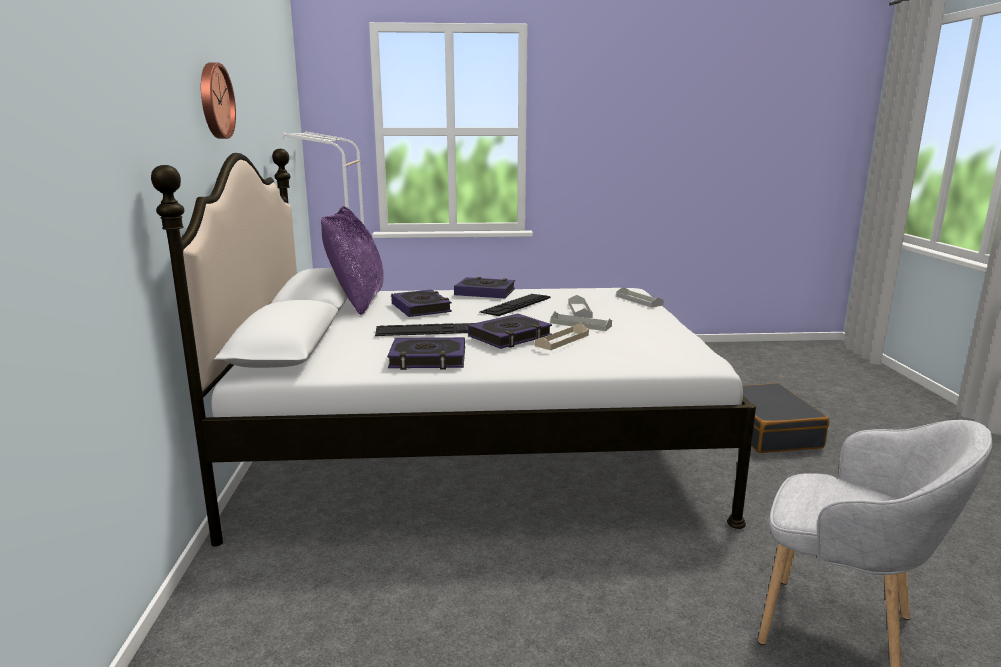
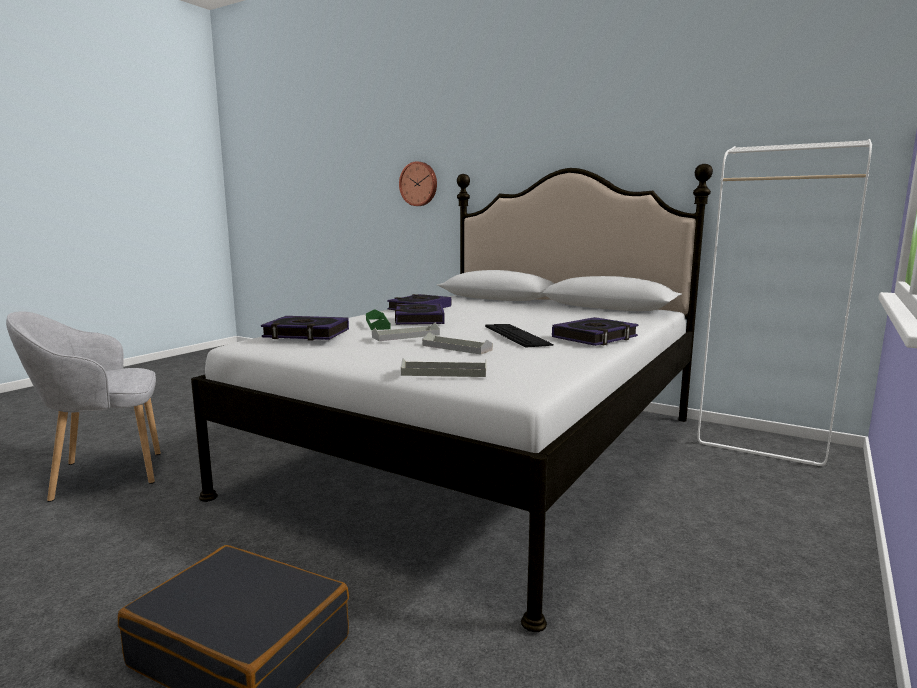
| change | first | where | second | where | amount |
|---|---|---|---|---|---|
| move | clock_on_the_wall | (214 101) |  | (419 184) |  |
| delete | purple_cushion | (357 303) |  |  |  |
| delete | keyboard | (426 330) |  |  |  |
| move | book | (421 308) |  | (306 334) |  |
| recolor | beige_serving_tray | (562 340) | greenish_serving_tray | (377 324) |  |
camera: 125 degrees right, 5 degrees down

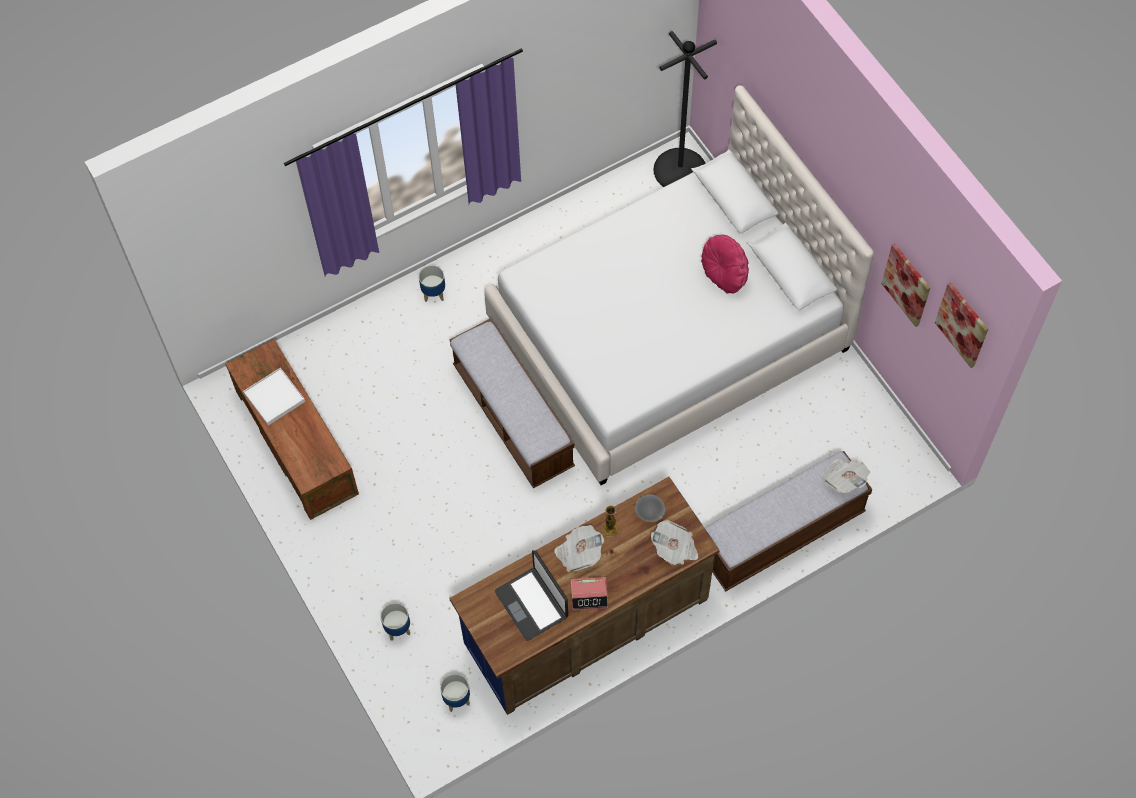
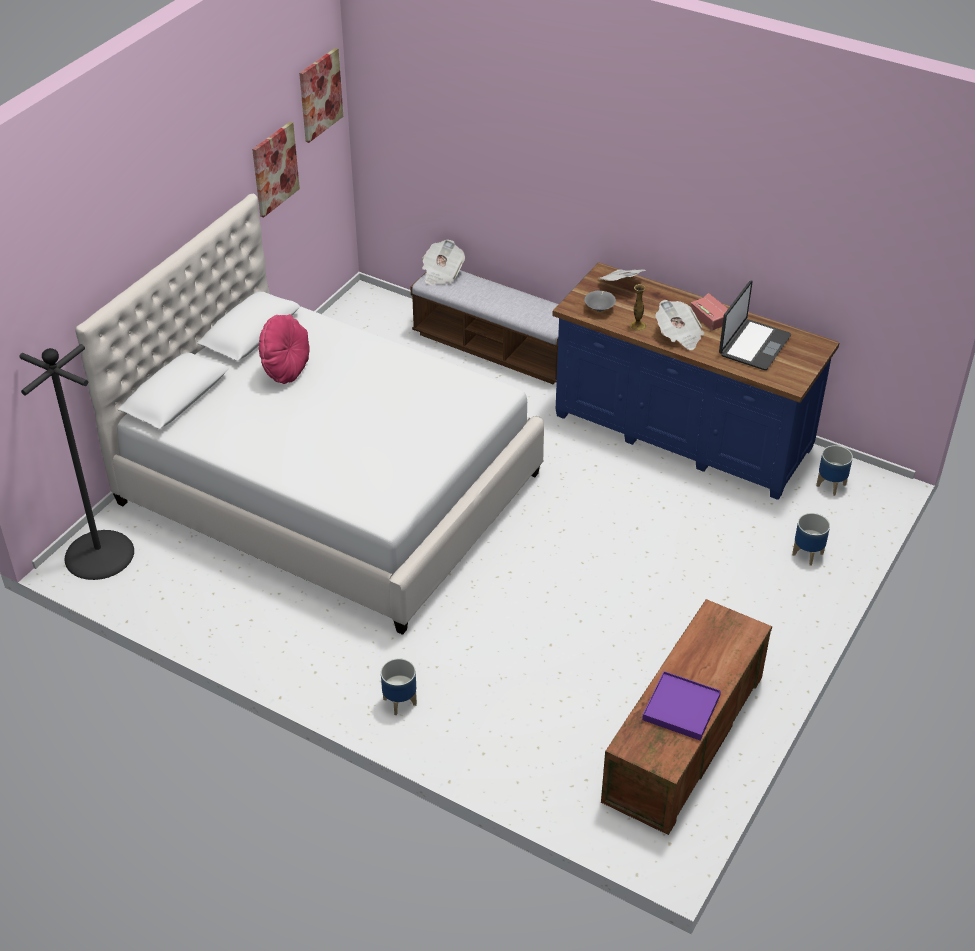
| change | first | where | second | where | amount |
|---|---|---|---|---|---|
| recolor | whitish_serving_tray | (274 398) | purple_serving_tray | (681 708) |  |
| delete | long_seat | (513 417) |  |  |  |
camera: 120 degrees left, 20 degrees down

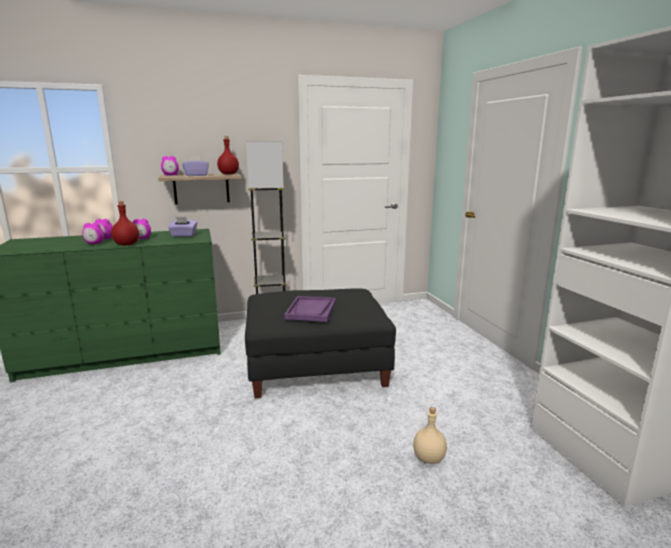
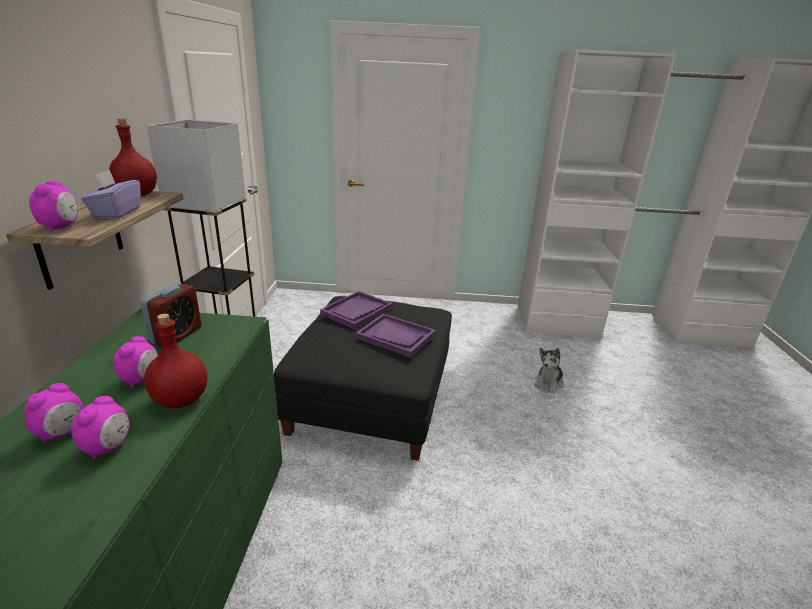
| change | first | where | second | where | amount |
|---|---|---|---|---|---|
| replace | purple_tissue_box | (183 235) | bedside_clock | (176 335) |  |
| replace | beige_bottle | (429 458) | soft_toy | (548 383) |  |
| insert |  |  | purple_serving_tray | (356 311) |  |
camera: 70 degrees left, 10 degrees up

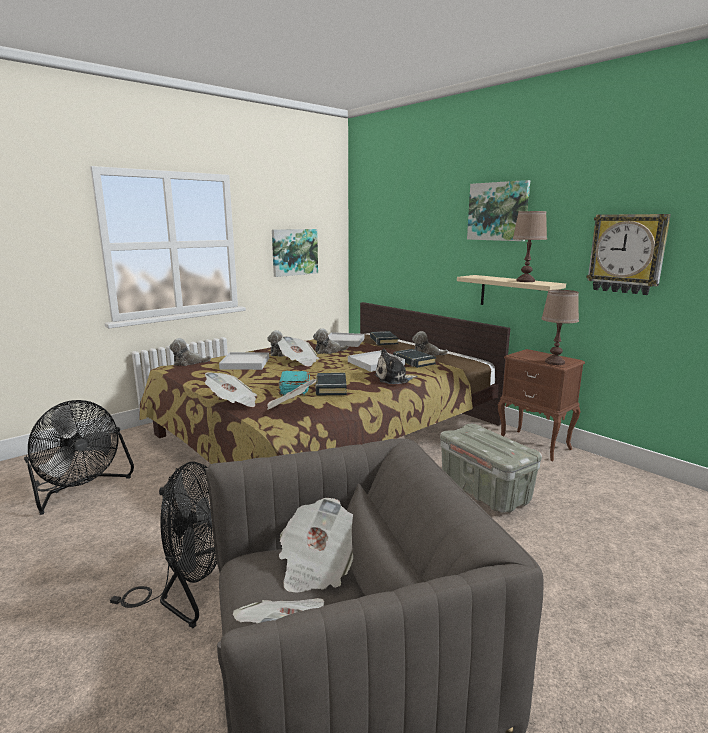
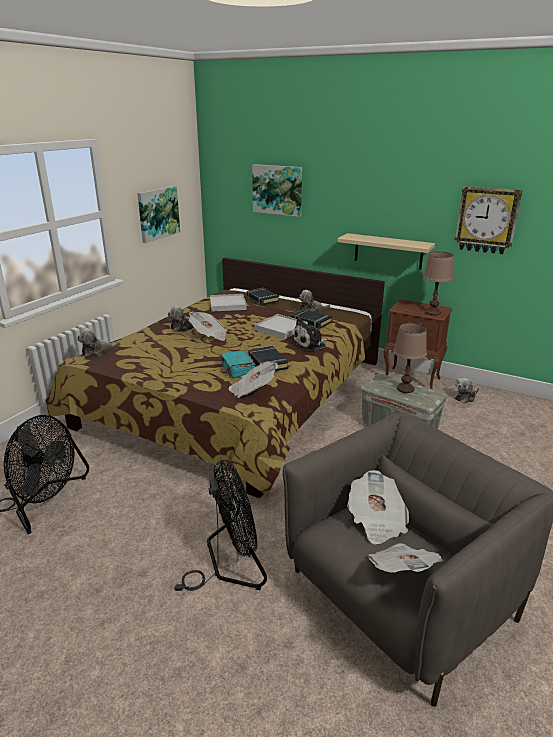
| change | first | where | second | where | amount |
|---|---|---|---|---|---|
| delete | daily_paper | (233 402) |  |  |  |
| delete | whitish_serving_tray | (245 363) |  |  |  |
| move | soft_toy | (328 351) |  | (465 397) |  |
| move | wall_picture | (498 211) |  | (277 190) |  |
| move | brown_lamp_for_a_table | (525 281) |  | (405 389) |  |
camera: 20 degrees left, 10 degrees up

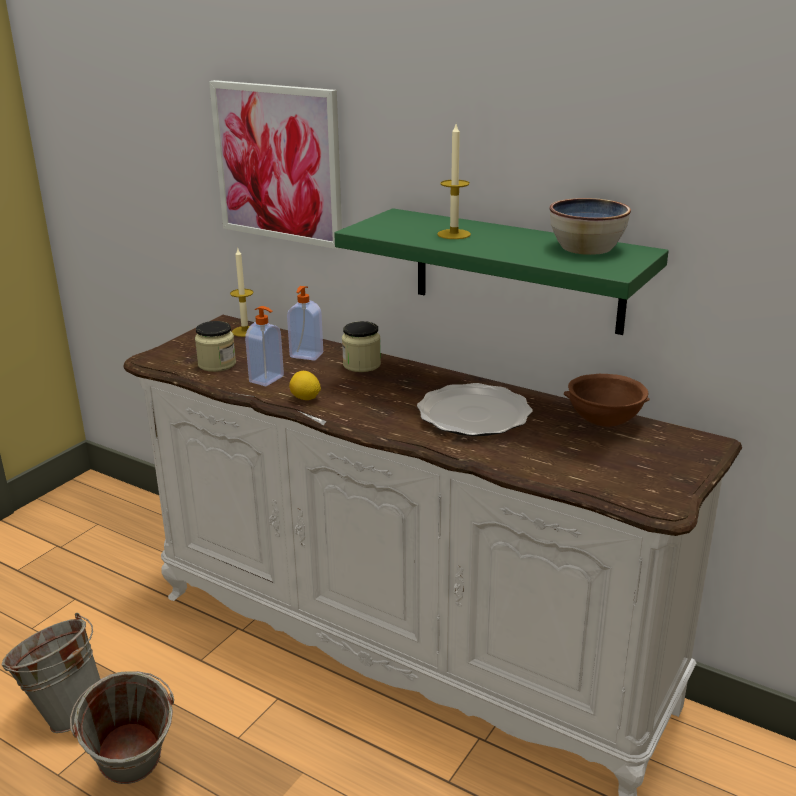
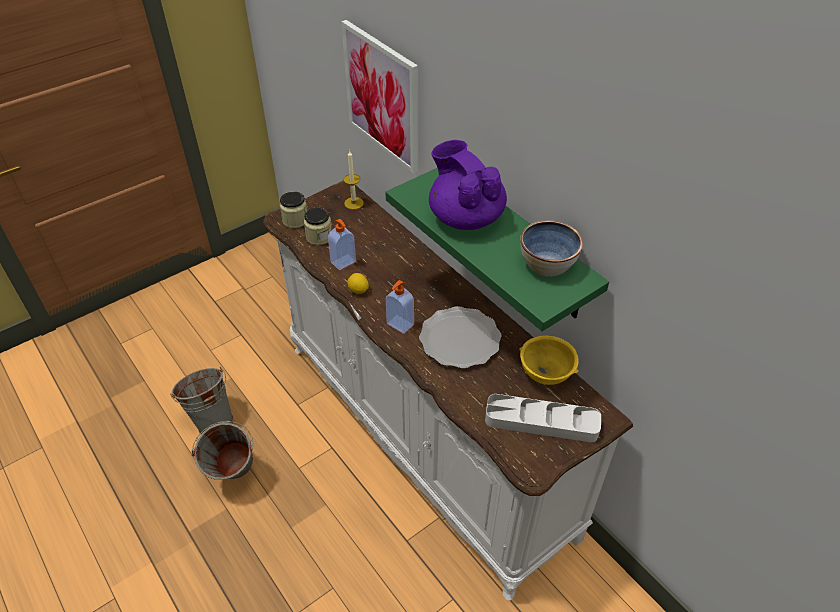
| change | first | where | second | where | amount |
|---|---|---|---|---|---|
| move | soap_dispenser | (306 356) |  | (399 325) |  |
| move | preserve_jar | (361 365) |  | (295 220) |  |
| replace | wax_light | (454 234) | purple_tea_pot | (465 217) |  |
| recolor | brown_bowl | (603 422) | yellow_bowl | (545 373) |  |
| insert |  |  | gray_serving_tray | (541 422) |  |
camera: 20 degrees right, 20 degrees up

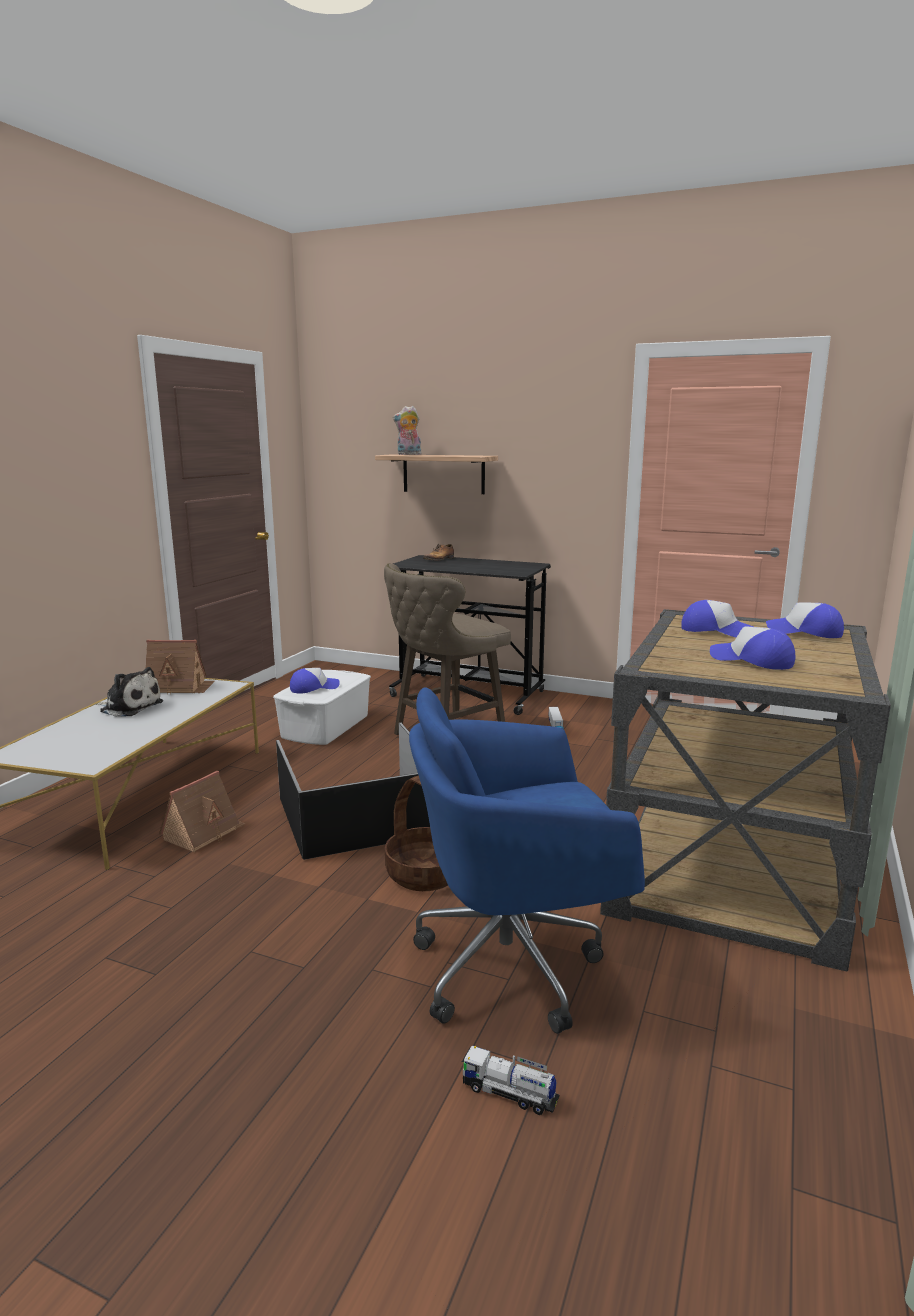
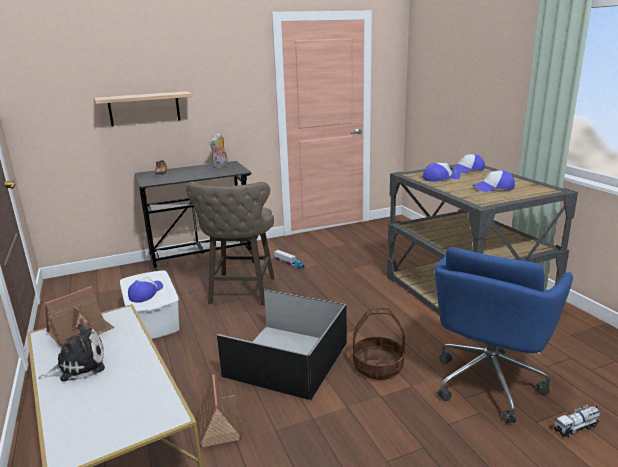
| change | first | where | second | where | amount |
|---|---|---|---|---|---|
| move | soft_toy | (408 454) |  | (220 166) |  |
camera: 45 degrees left, 5 degrees up

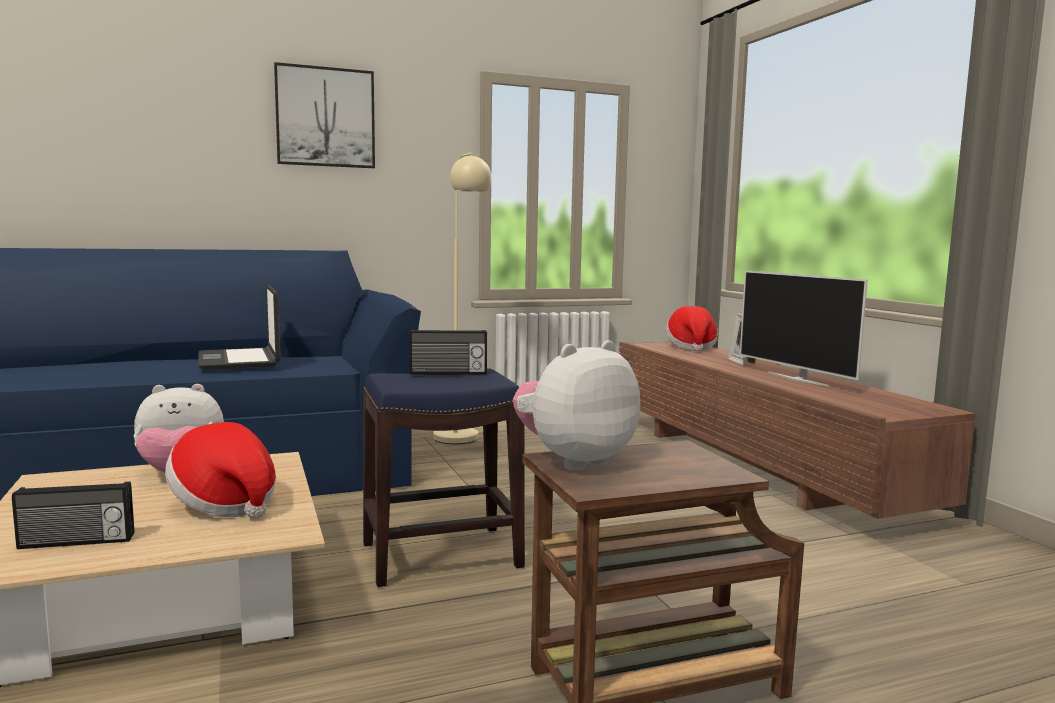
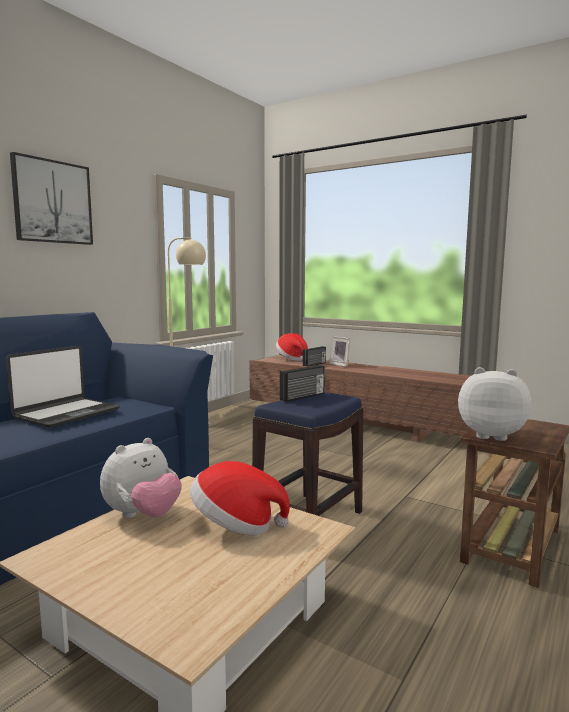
| change | first | where | second | where | amount |
|---|---|---|---|---|---|
| move | radio | (76 542) |  | (314 364) |  |
| rotate | laptop | (240 360) |  | (66 413) | 90 degrees counterclockwise |
| rotate | soft_toy | (574 460) |  | (490 435) | 90 degrees clockwise |
| delete | TV | (797 379) |  |  |  |
camera: 35 degrees left, 0 degrees up

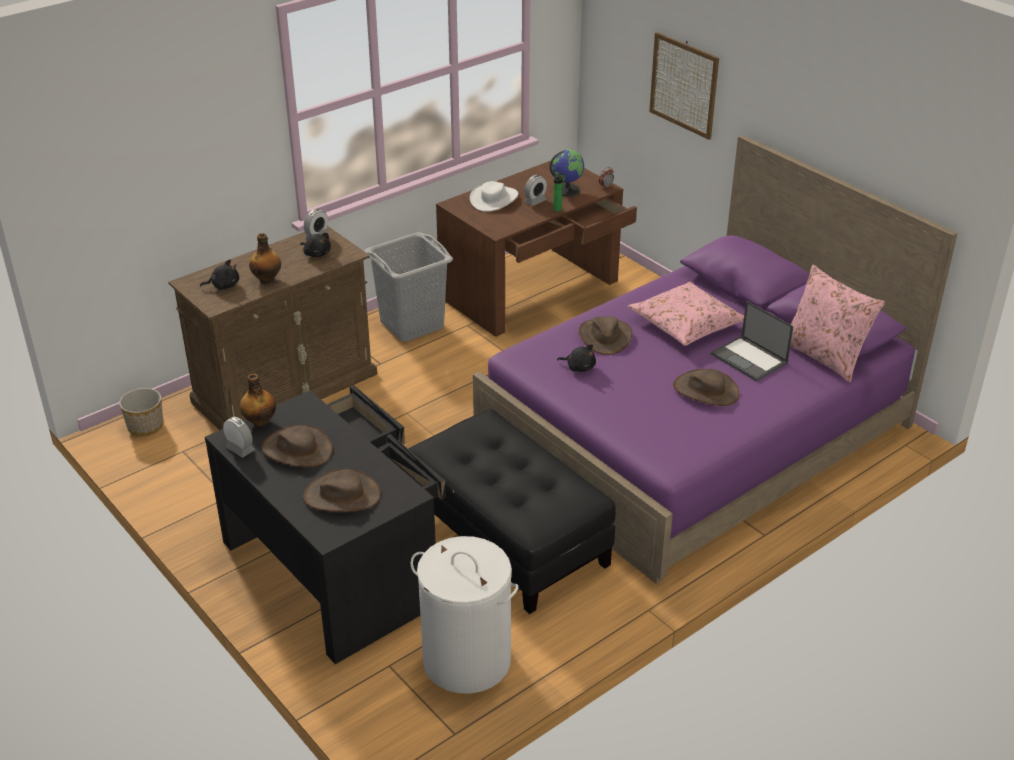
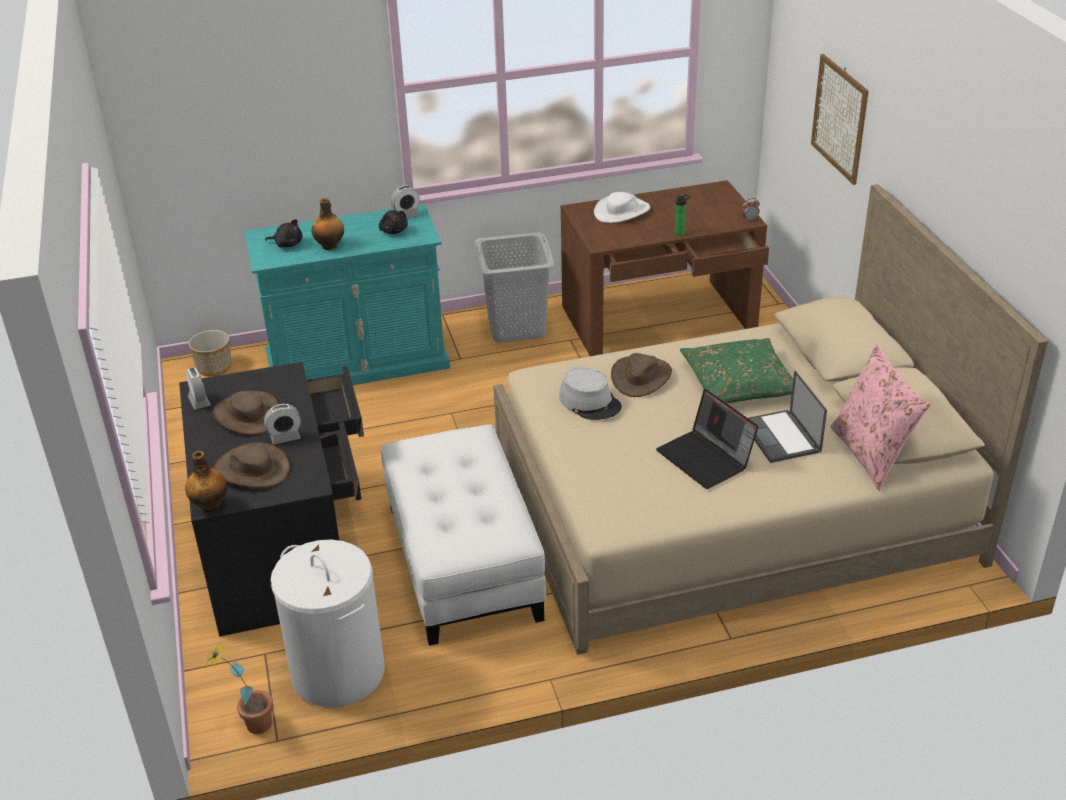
| change | first | where | second | where | amount |
|---|---|---|---|---|---|
| recolor | brown_dresser | (285 388) | blue-green_dresser | (357 361) |  |
| move | bottle | (260 422) |  | (210 505) |  |
| recolor | black-coloured_pouffe | (510 536) | whitish_pouffe | (465 561) |  |
| recolor | purple_sleeping_bed | (695 433) | beige_sleeping_bed | (730 508) |  |
| move | bedside_clock | (535 201) |  | (285 437) |  |
| delete | globe | (567 190) |  |  |  |
| replace | black-coloured_soft_toy | (579 367) | gray_wearable_hat | (590 402) |  |
| recolor | pink_cushion | (686 324) | greenish_cushion | (739 383) |  |
| replace | brown_wearable_hat | (706 390) | laptop | (706 459) |  |
| insert |  |  | potted_plant | (250 723) |  |
camera: 25 degrees right, 0 degrees up

